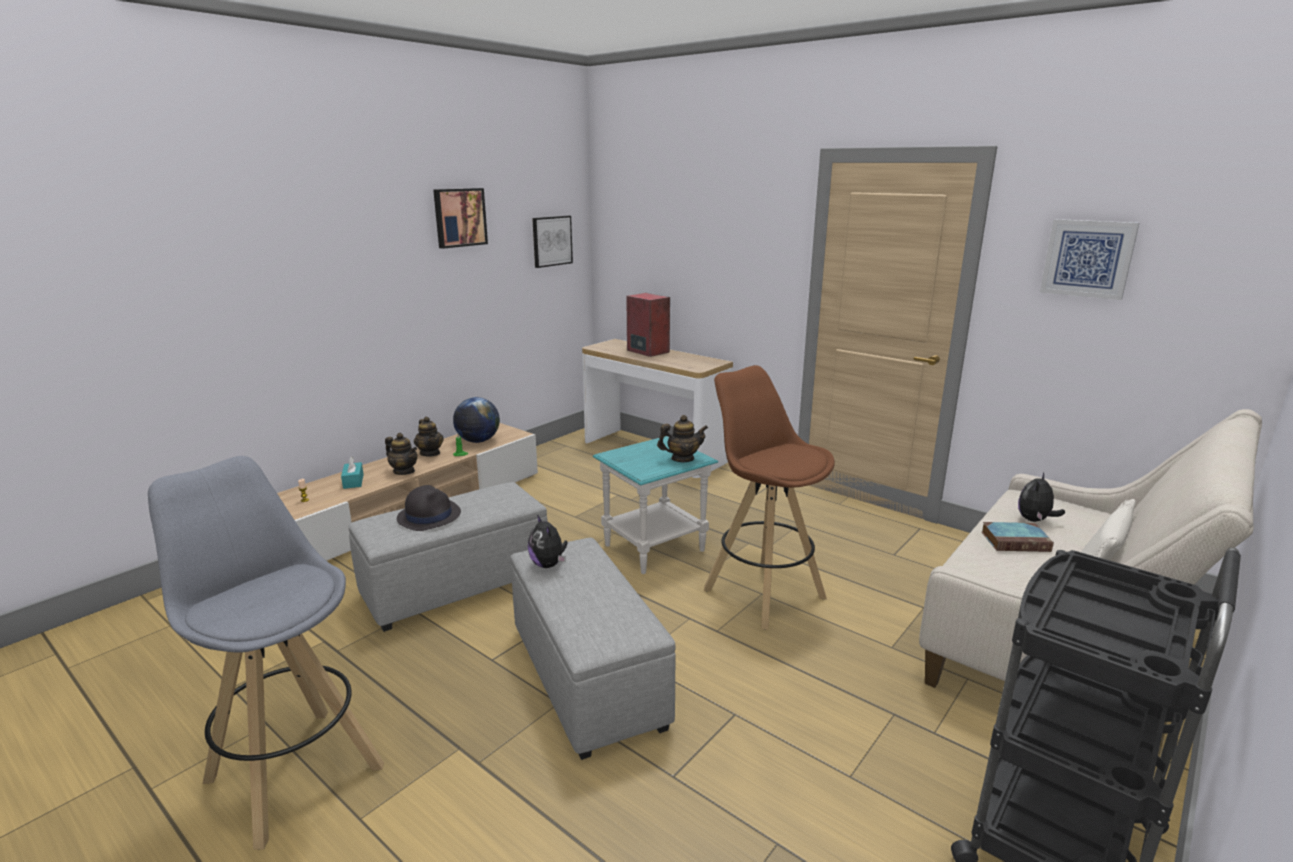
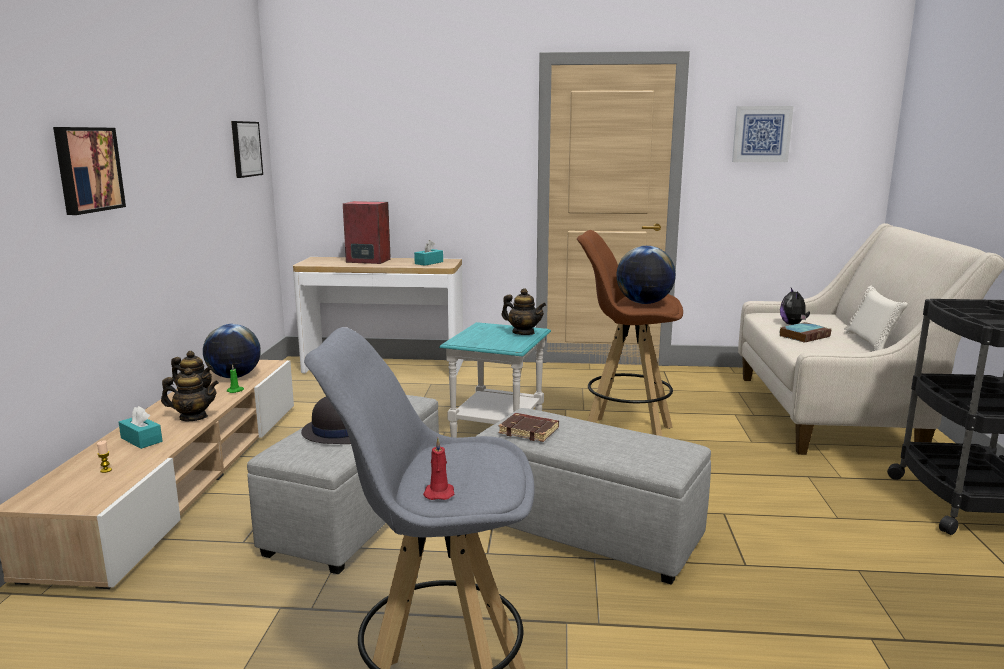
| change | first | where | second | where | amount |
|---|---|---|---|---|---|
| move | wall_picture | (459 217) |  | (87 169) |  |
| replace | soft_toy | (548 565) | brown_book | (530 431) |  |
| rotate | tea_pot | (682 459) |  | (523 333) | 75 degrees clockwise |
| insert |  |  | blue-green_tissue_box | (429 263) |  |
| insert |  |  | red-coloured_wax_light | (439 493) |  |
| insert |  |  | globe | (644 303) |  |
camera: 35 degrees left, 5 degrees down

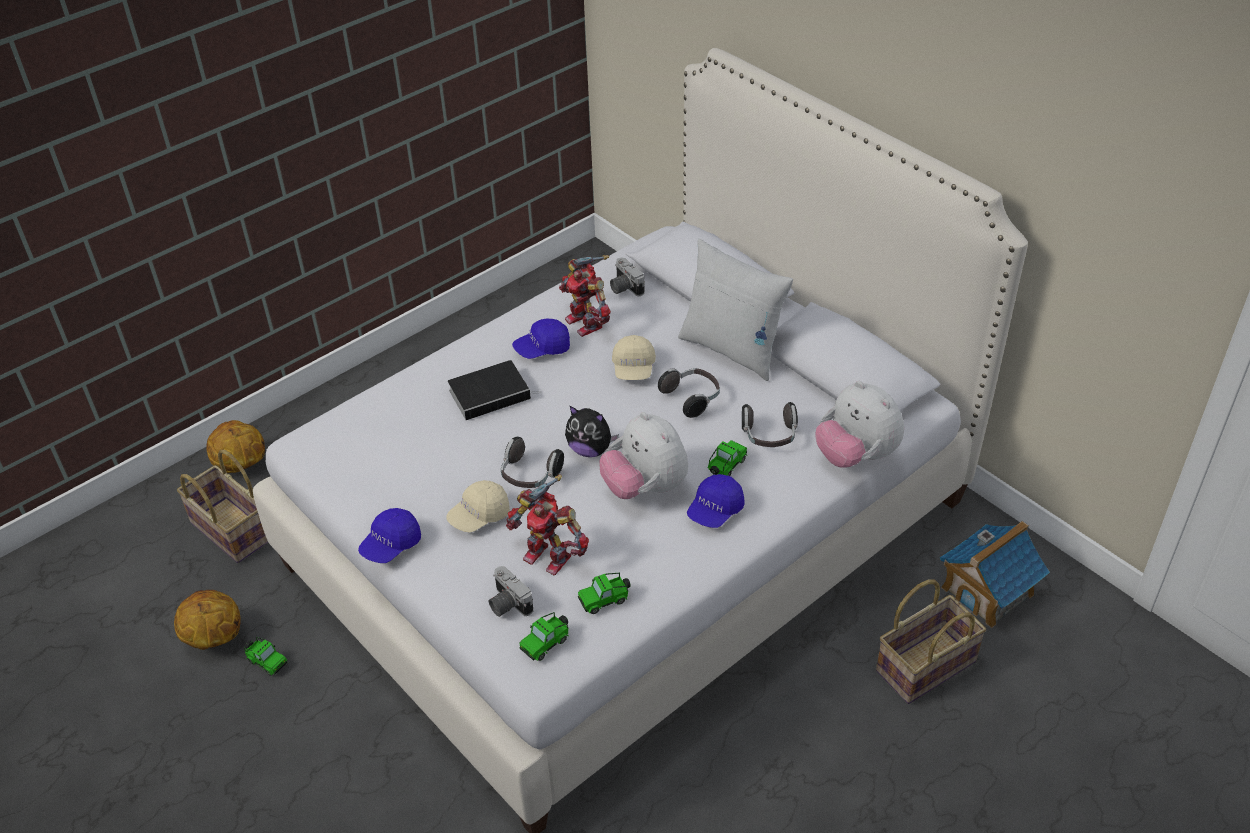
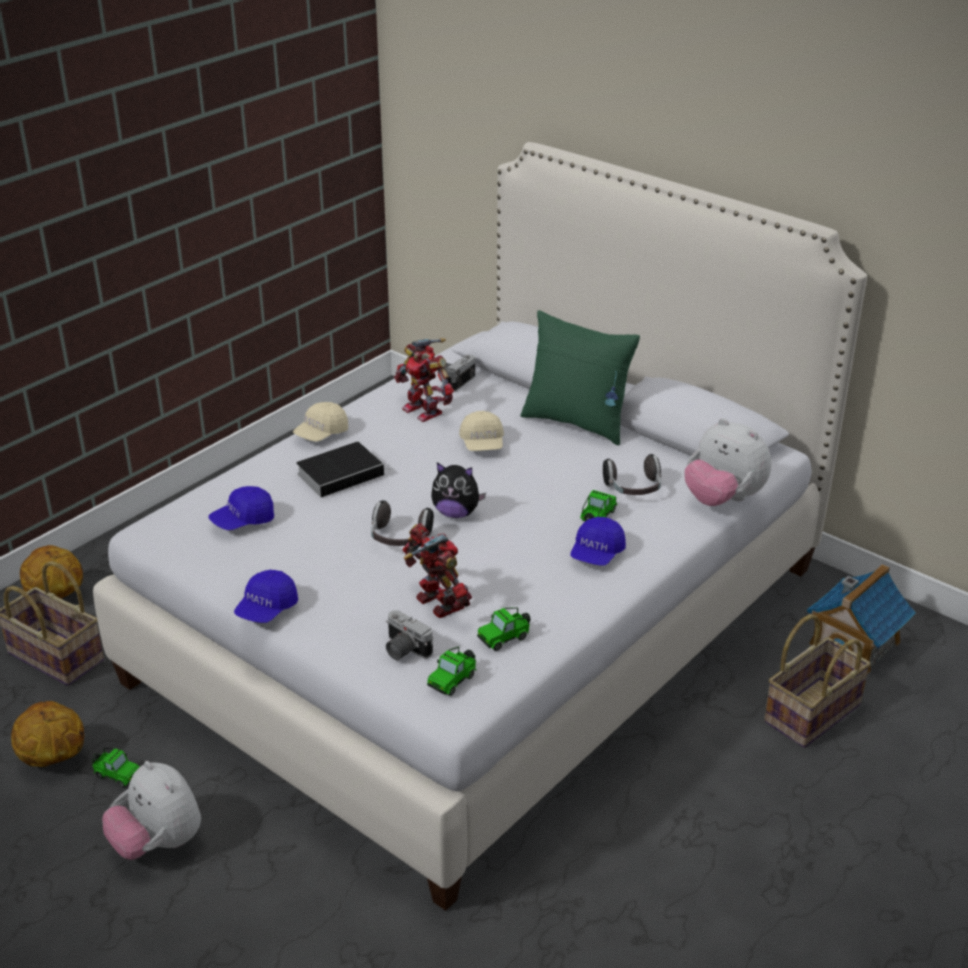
| change | first | where | second | where | amount |
|---|---|---|---|---|---|
| move | beige_peaked_cap | (479 516) |  | (321 434) |  |
| rotate | robot_figure | (549 555) |  | (436 605) | 150 degrees counterclockwise |
| move | bluish_peaked_cap | (542 349) |  | (243 521) |  |
| move | soft_toy | (645 487) |  | (158 843) |  |
| rotate | still_camera | (624 288) |  | (455 380) | 75 degrees clockwise |
| delete | headphones | (692 398) |  |  |  |
| recolor | gray_cushion | (731 350) | greenish_cushion | (576 423) |  |
camera: 10 degrees left, 10 degrees down

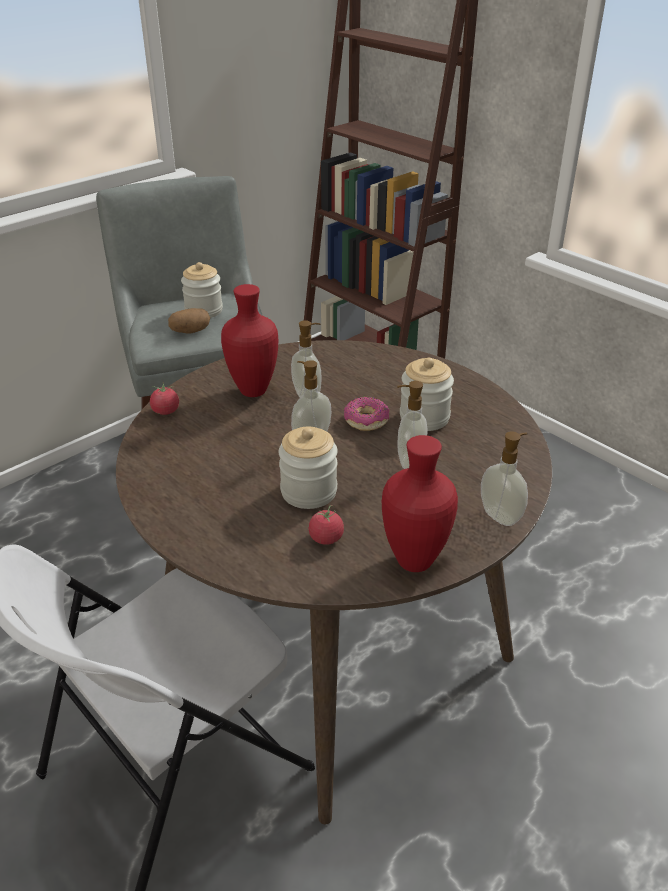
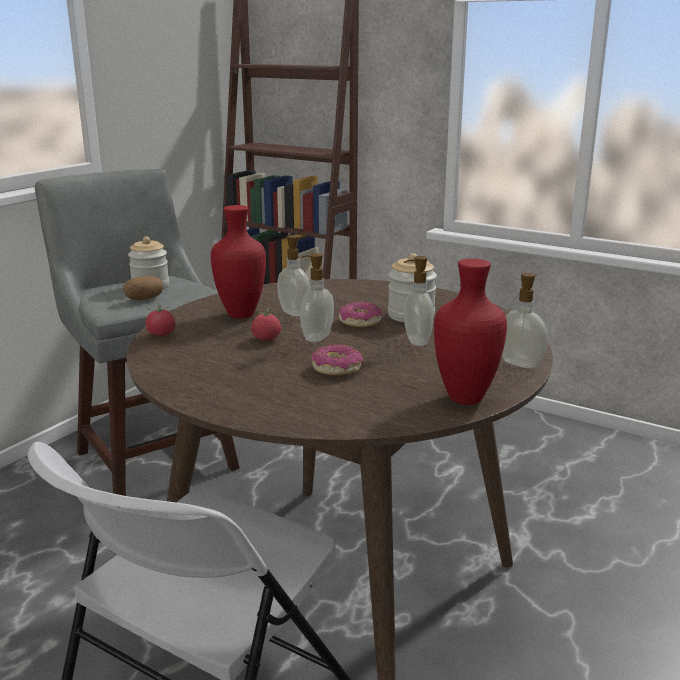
| change | first | where | second | where | amount |
|---|---|---|---|---|---|
| replace | preserve_jar | (309 491) | ring_doughnut | (336 368) |  |
| move | fresh_tomato | (326 538) |  | (266 339) |  |
camera: 15 degrees left, 15 degrees down

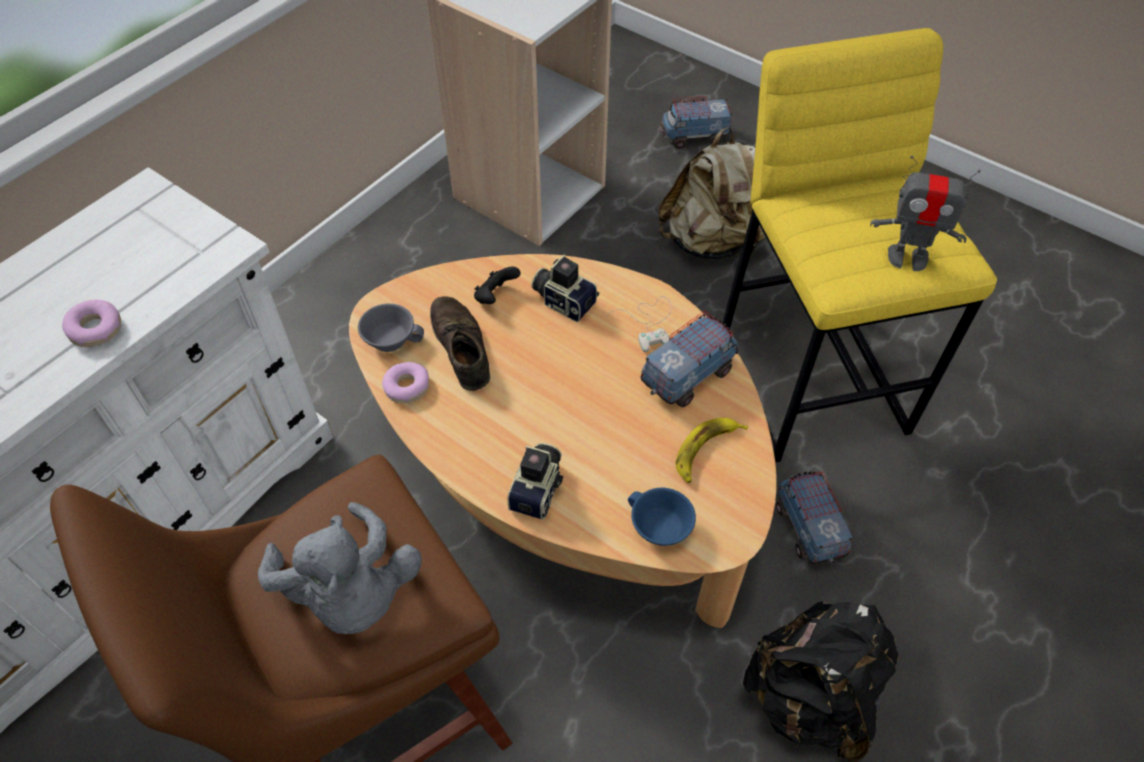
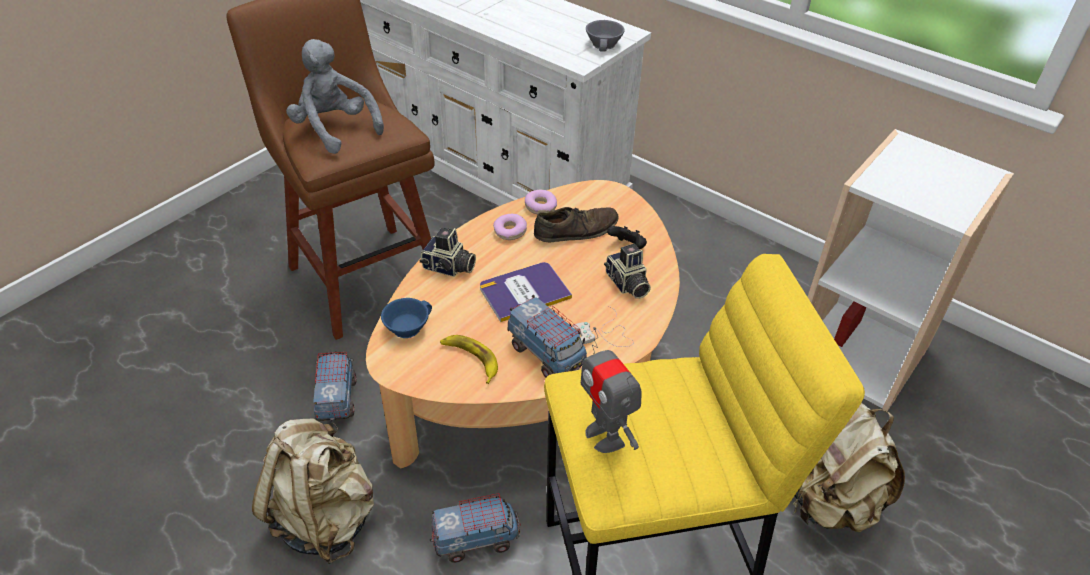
| change | first | where | second | where | amount |
|---|---|---|---|---|---|
| move | ring_doughnut | (96 329) |  | (510 231) |  |
| rotate | gray_soft_toy | (350 593) |  | (334 129) | 75 degrees clockwise |
| move | gray_drinking_cup | (391 338) |  | (605 45) |  |
| rotate | still_camera | (564 300) |  | (626 284) | 120 degrees clockwise |
| move | toy_lorry | (694 137) |  | (337 399) |  |
| recolor | black-coloured_knapsack | (812 697) | beige_knapsack | (325 518) |  |
| rotate | robot_figure | (907 257) |  | (605 435) | 45 degrees counterclockwise |
| insert |  |  | book | (524 292) |  |
camera: 90 degrees right, 10 degrees down

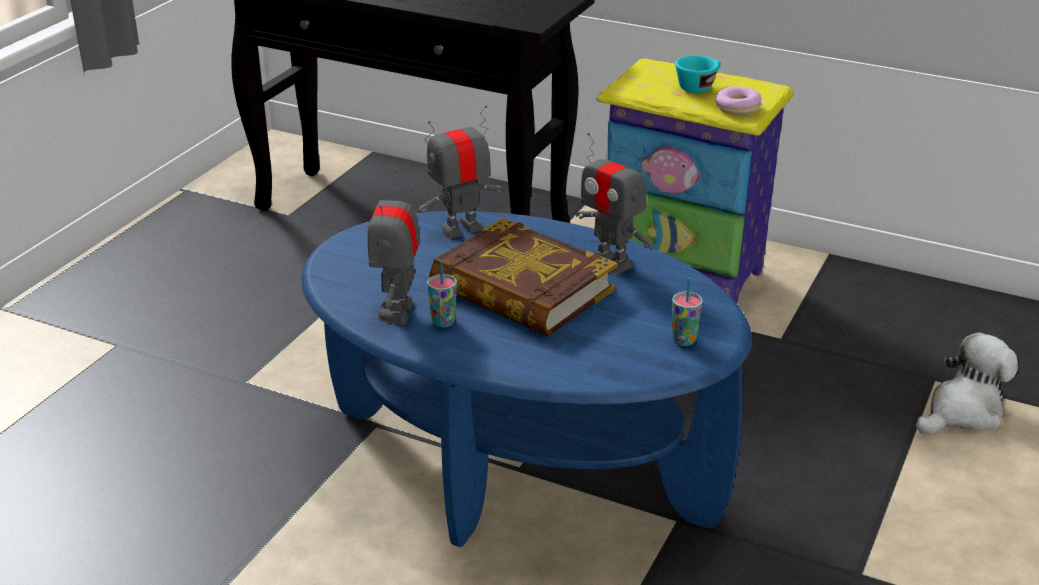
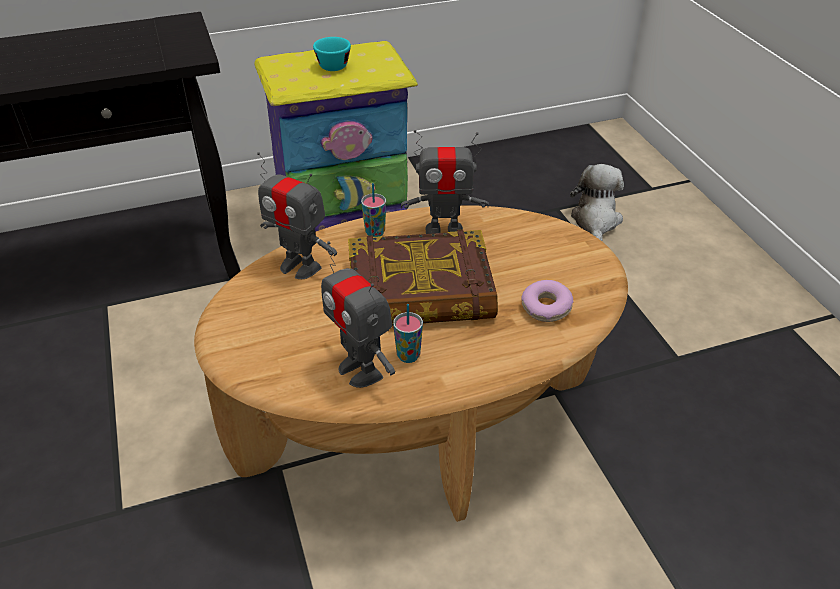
| change | first | where | second | where | amount |
|---|---|---|---|---|---|
| recolor | bluish_low_table | (519 466) | brown_low_table | (419 426) |  |
| rotate | robot_figure | (461 229) |  | (300 266) | 75 degrees counterclockwise |
| move | drinking_cup | (684 340) |  | (375 233) |  |
| move | ring_doughnut | (737 108) |  | (546 307) |  |
camera: 45 degrees left, 10 degrees up

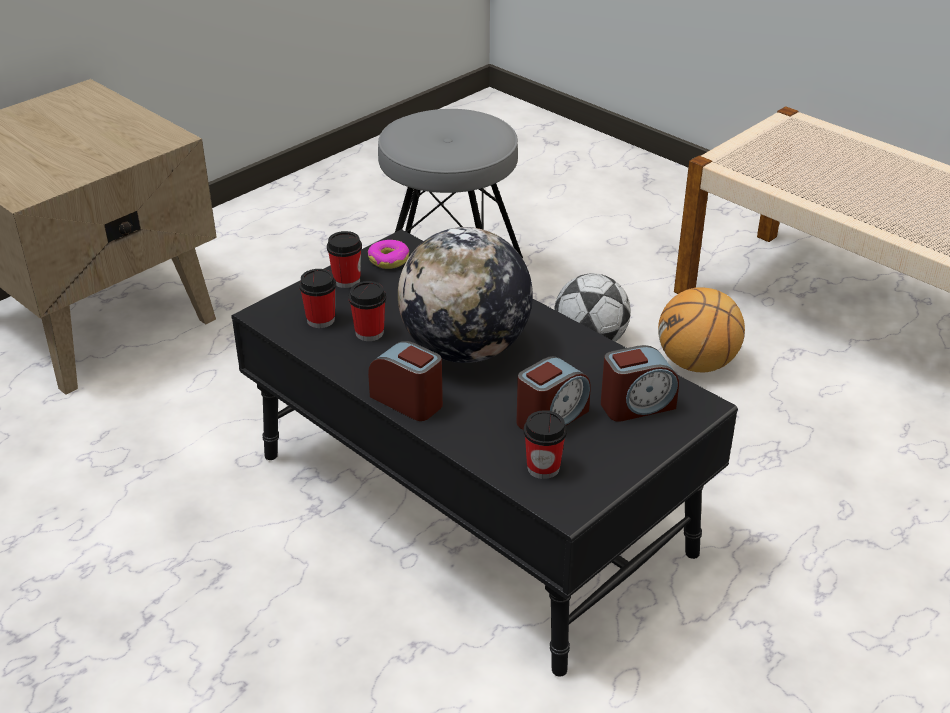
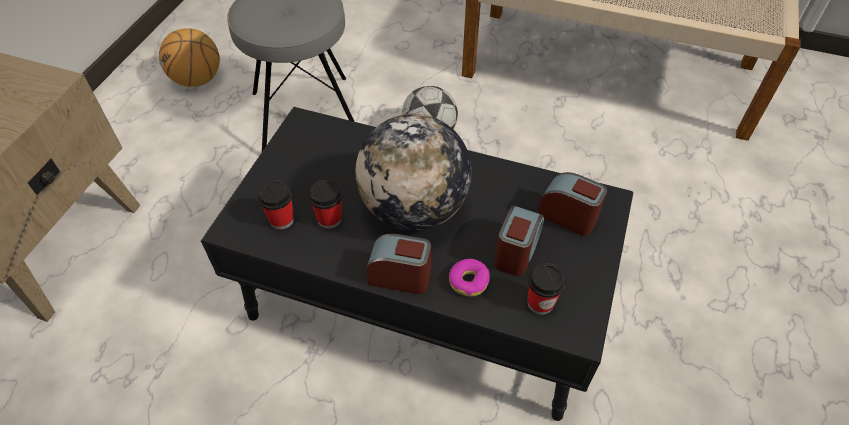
| change | first | where | second | where | amount |
|---|---|---|---|---|---|
| delete | drinking_cup | (347 280) |  |  |  |
| move | ring_doughnut | (389 260) |  | (469 281) |  |
| rotate | bedside_clock | (637 405) |  | (568 216) | 105 degrees counterclockwise |
| move | basketball | (696 364) |  | (197 80) |  |
camera: 25 degrees left, 15 degrees up

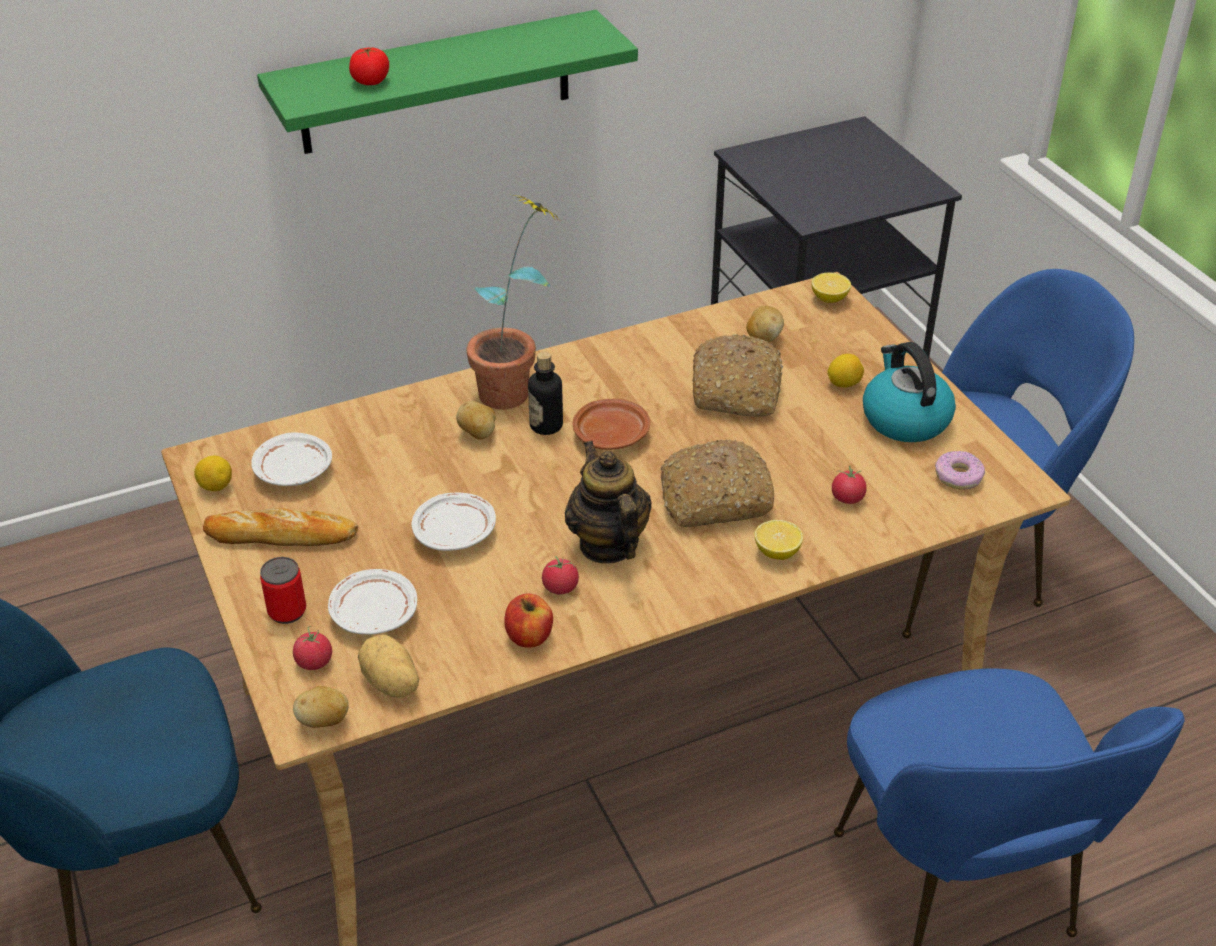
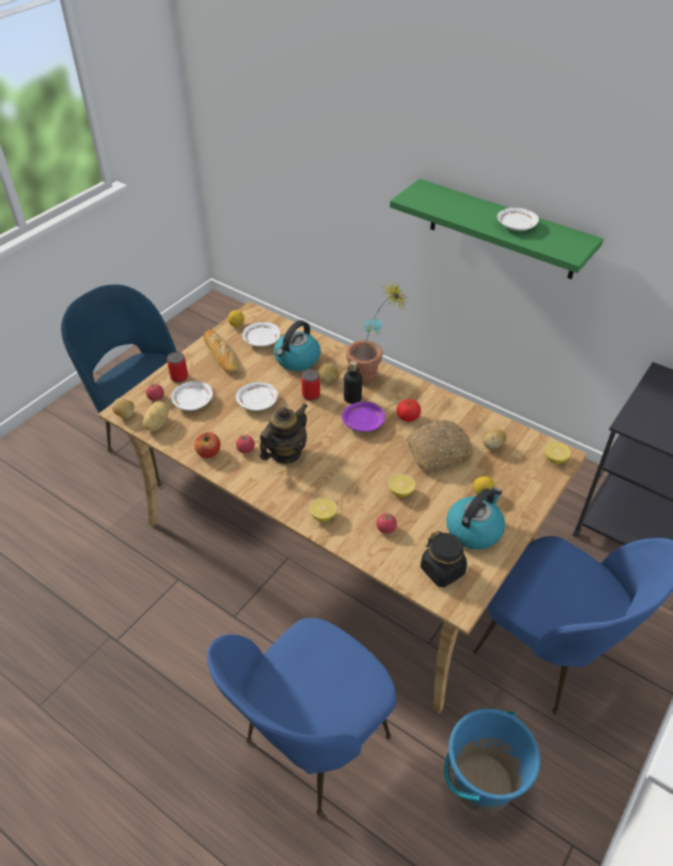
| change | first | where | second | where | amount |
|---|---|---|---|---|---|
| move | fresh_tomato | (371 81) |  | (408 417) |  |
| recolor | brown_dinner_plate | (611 435) | purple_dinner_plate | (364 422) |  |
| delete | bread | (714 499) |  |  |  |
| replace | ring_doughnut | (958 476) | black-coloured_preserve_jar | (442 570) |  |
| insert |  |  | kettle | (297 360) |  |
| insert |  |  | can | (311 395) |  |
| insert |  |  | whole_lemon | (401 492) |  |
| insert |  |  | bluish_pail | (482 783) |  |
| insert |  |  | whitish_dinner_plate | (516 225) |  |
camera: 60 degrees right, 5 degrees up

